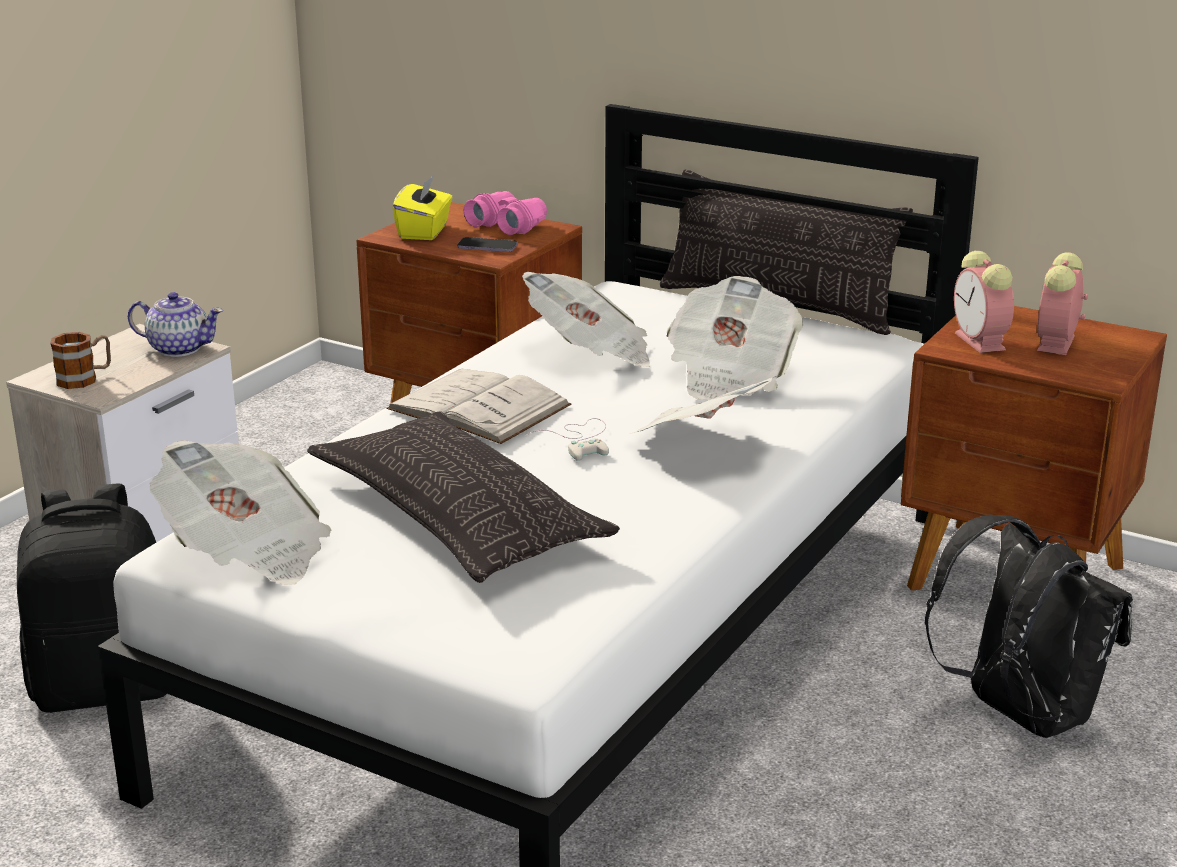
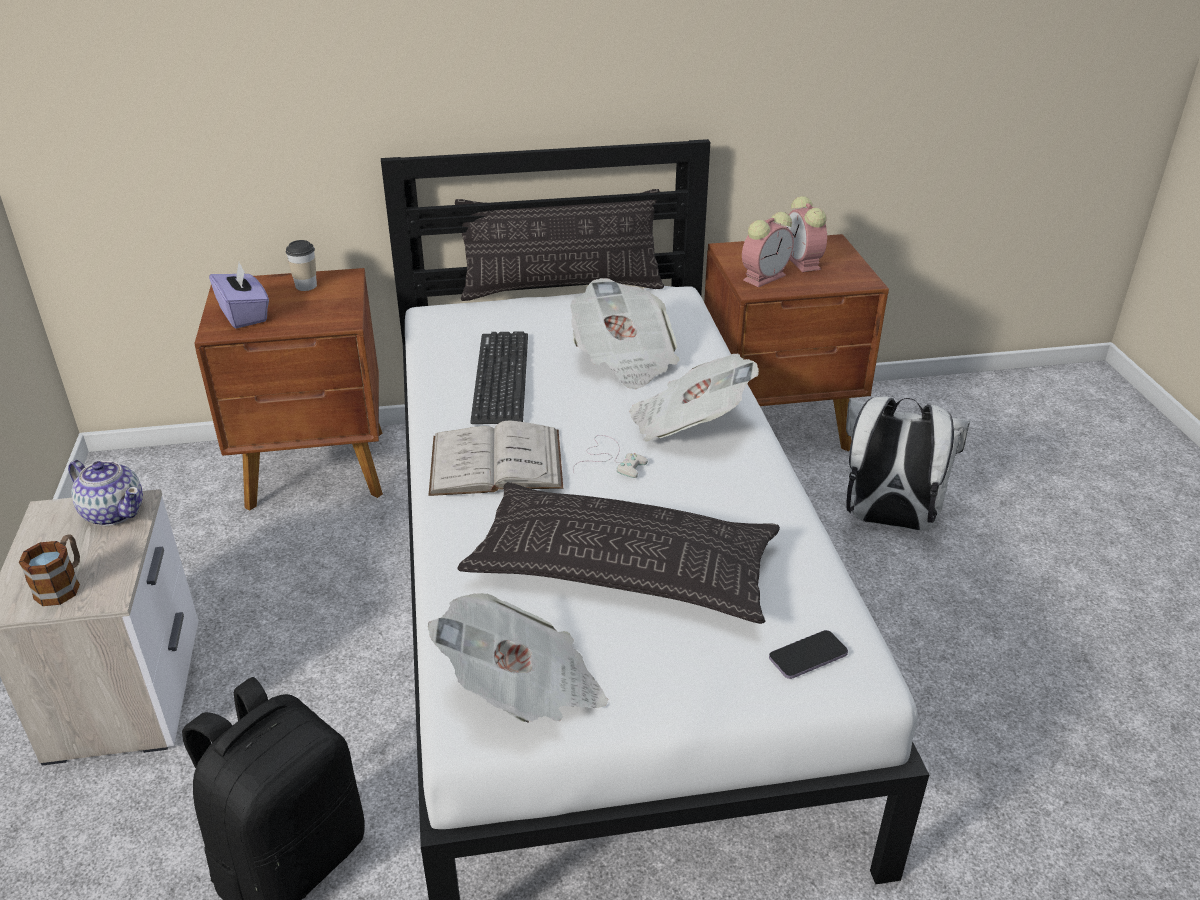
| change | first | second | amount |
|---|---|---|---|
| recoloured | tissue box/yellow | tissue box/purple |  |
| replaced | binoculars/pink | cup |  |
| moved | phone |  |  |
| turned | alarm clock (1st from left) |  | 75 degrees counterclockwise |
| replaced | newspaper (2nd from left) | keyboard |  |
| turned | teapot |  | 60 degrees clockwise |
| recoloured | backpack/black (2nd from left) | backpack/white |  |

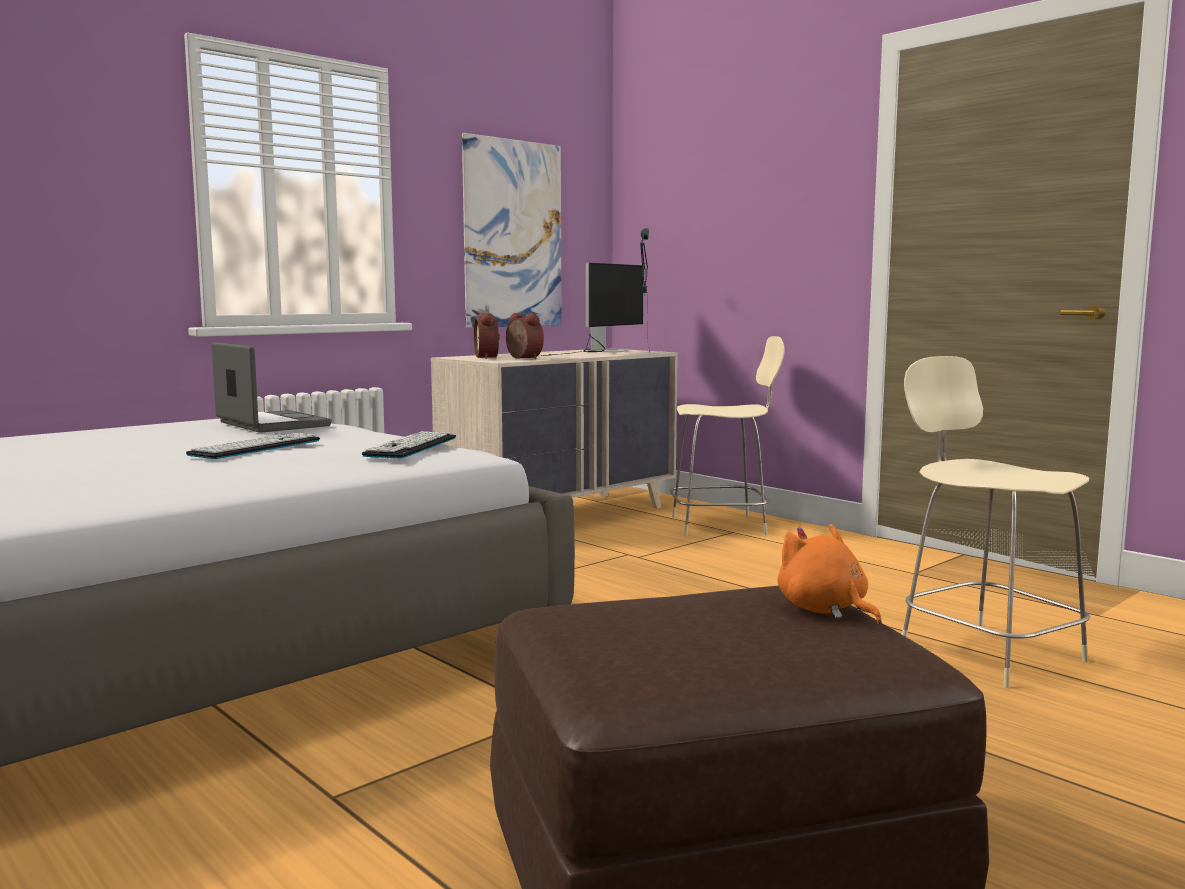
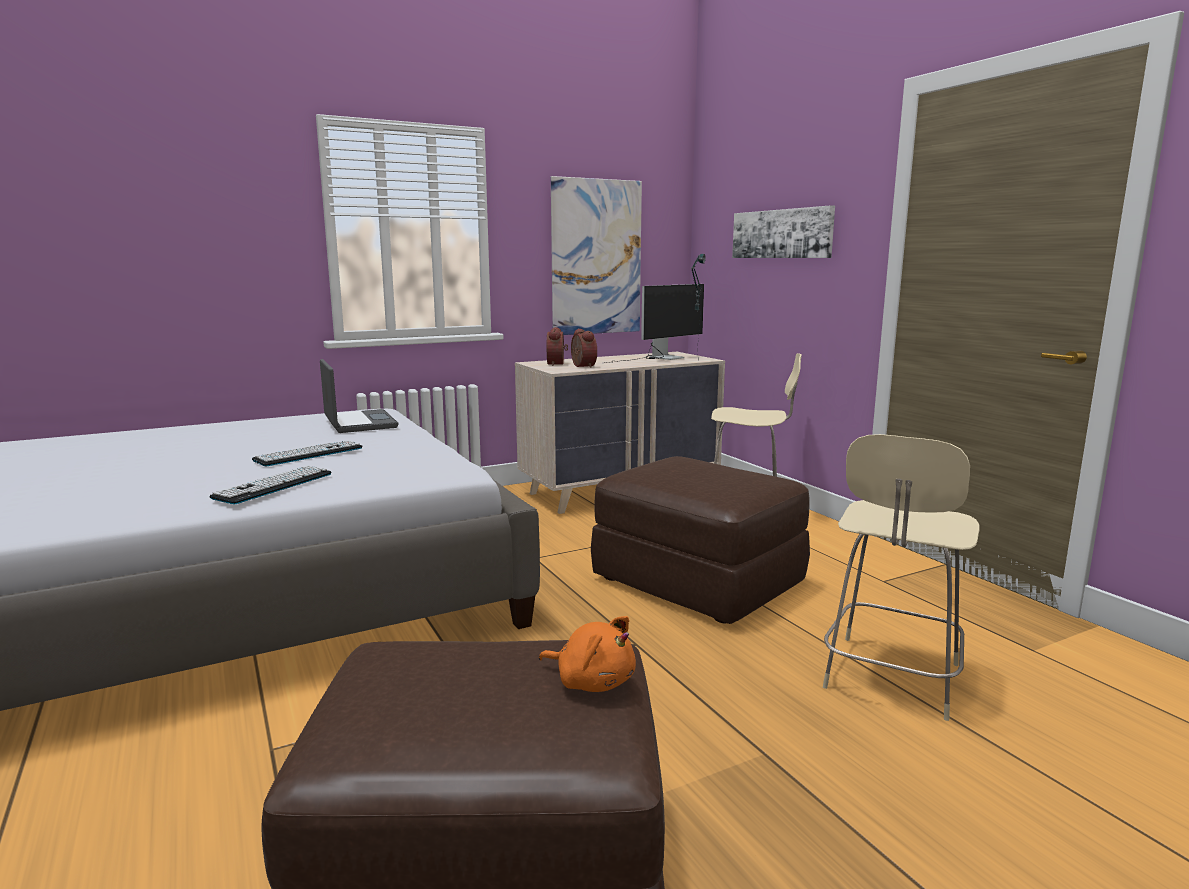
| change | first | second | amount |
|---|---|---|---|
| turned | chair/beige (2nd from left) |  | 135 degrees counterclockwise |
| moved | keyboard (2nd from left in the first image) | keyboard (1st from left) |  |
| turned | plush toy/orange |  | 135 degrees clockwise |
| added |  | picture (2nd from left) |  |
| added |  | ottoman/brown (2nd from left) |  |

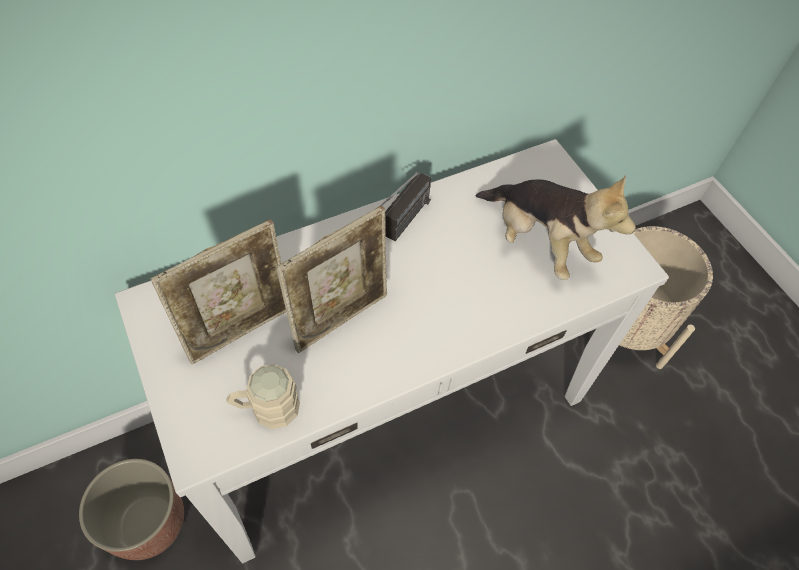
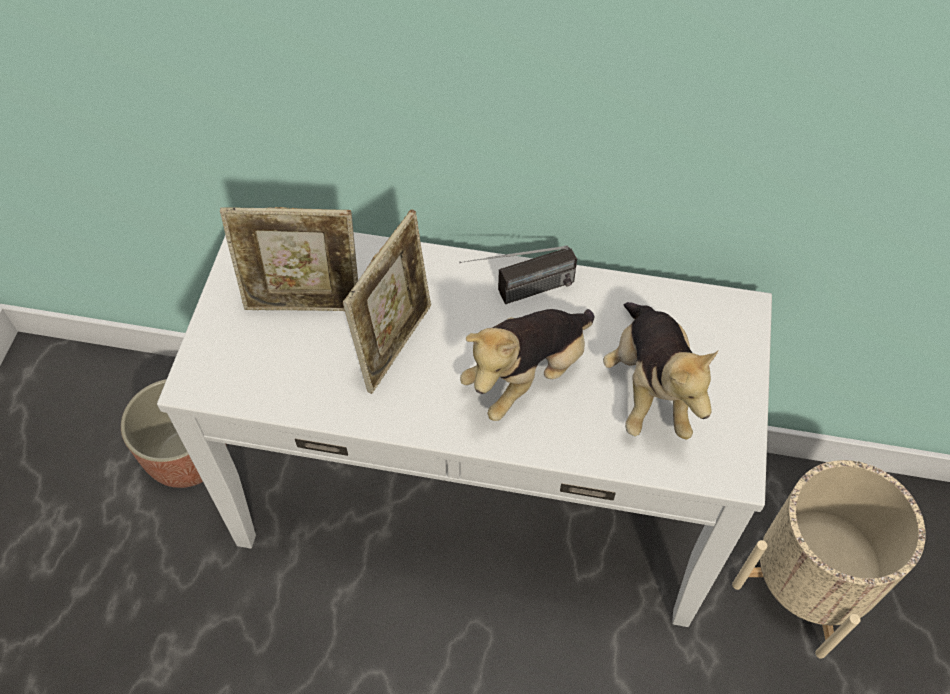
| change | first | second | amount |
|---|---|---|---|
| turned | picture frame (2nd from left) |  | 60 degrees counterclockwise |
| removed | mug/beige |  |  |
| added |  | plush toy (1st from left) |  |

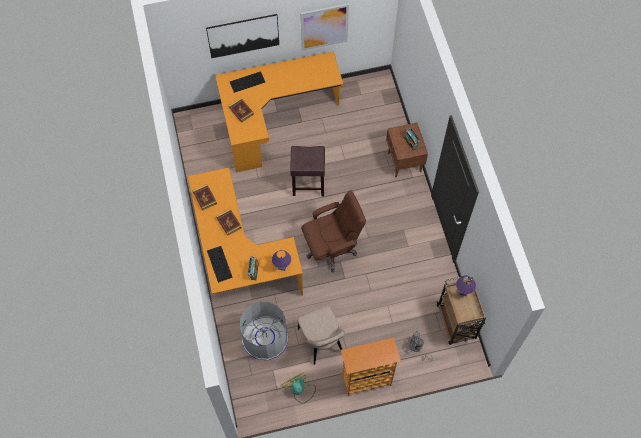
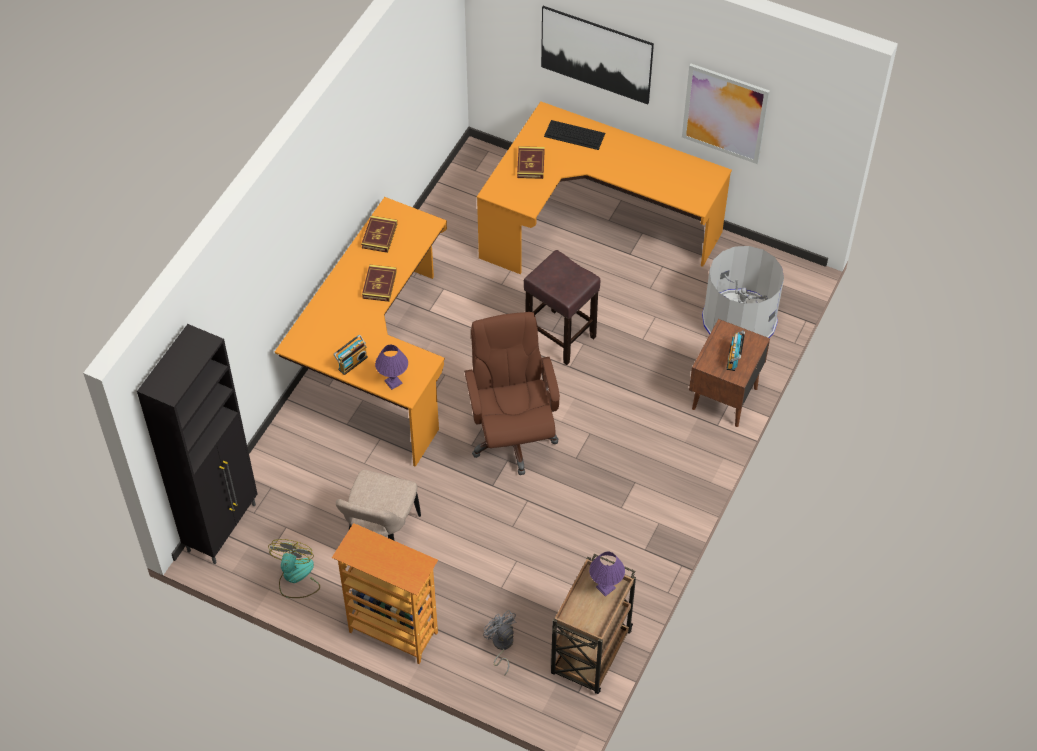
| change | first | second | amount |
|---|---|---|---|
| turned | office chair/brown |  | 120 degrees counterclockwise |
| removed | keyboard (1st from left) |  |  |
| moved | trash can/grey |  |  |
| added |  | cabinet/black |  |

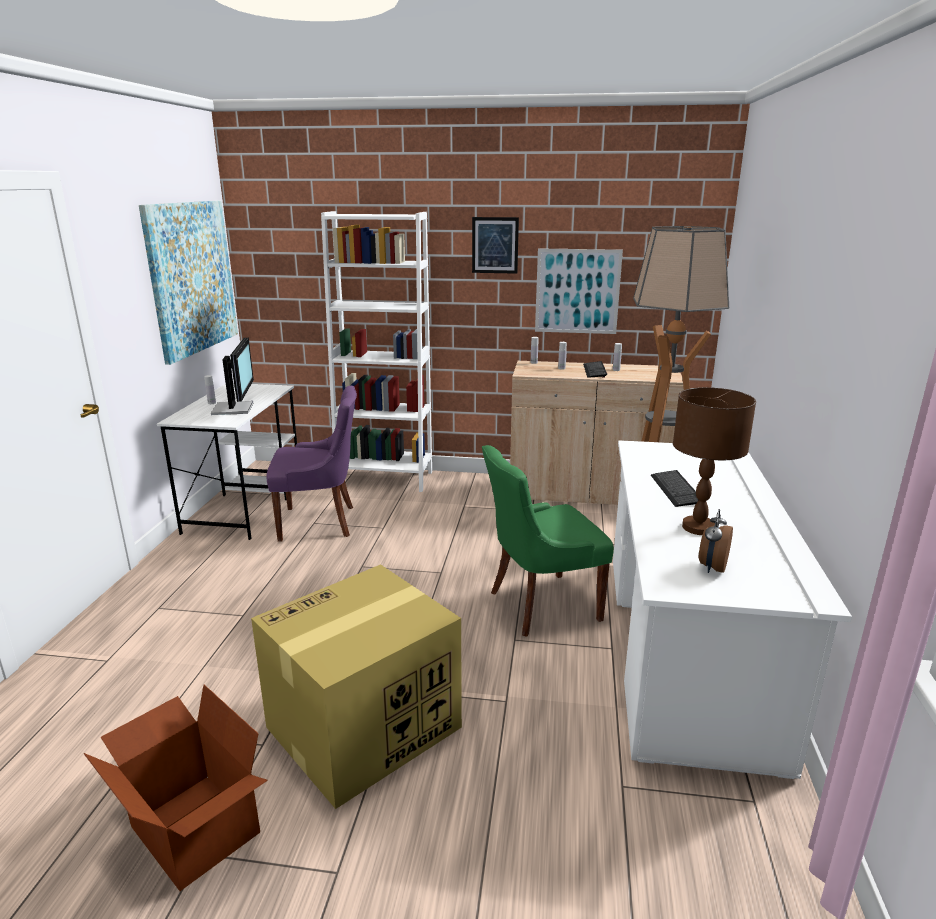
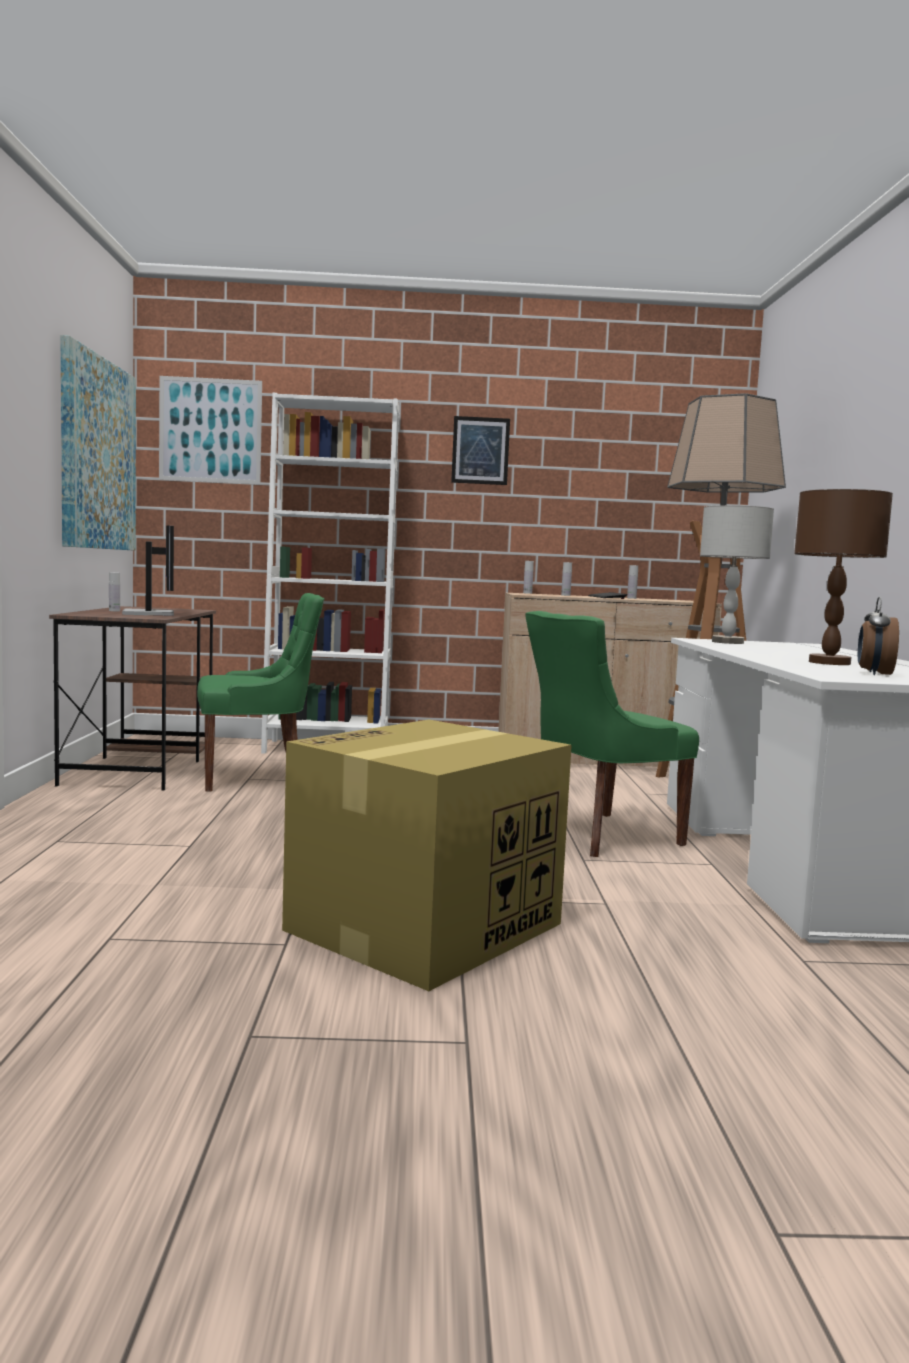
| change | first | second | amount |
|---|---|---|---|
| moved | picture (3rd from left in the first image) | picture (2nd from left) |  |
| recoloured | desk/white (1st from left) | desk/brown |  |
| recoloured | chair/purple | chair/green (1st from left) |  |
| removed | keyboard (2nd from left) |  |  |
| removed | cardboard box (1st from left) |  |  |
| added |  | table lamp/grey |  |

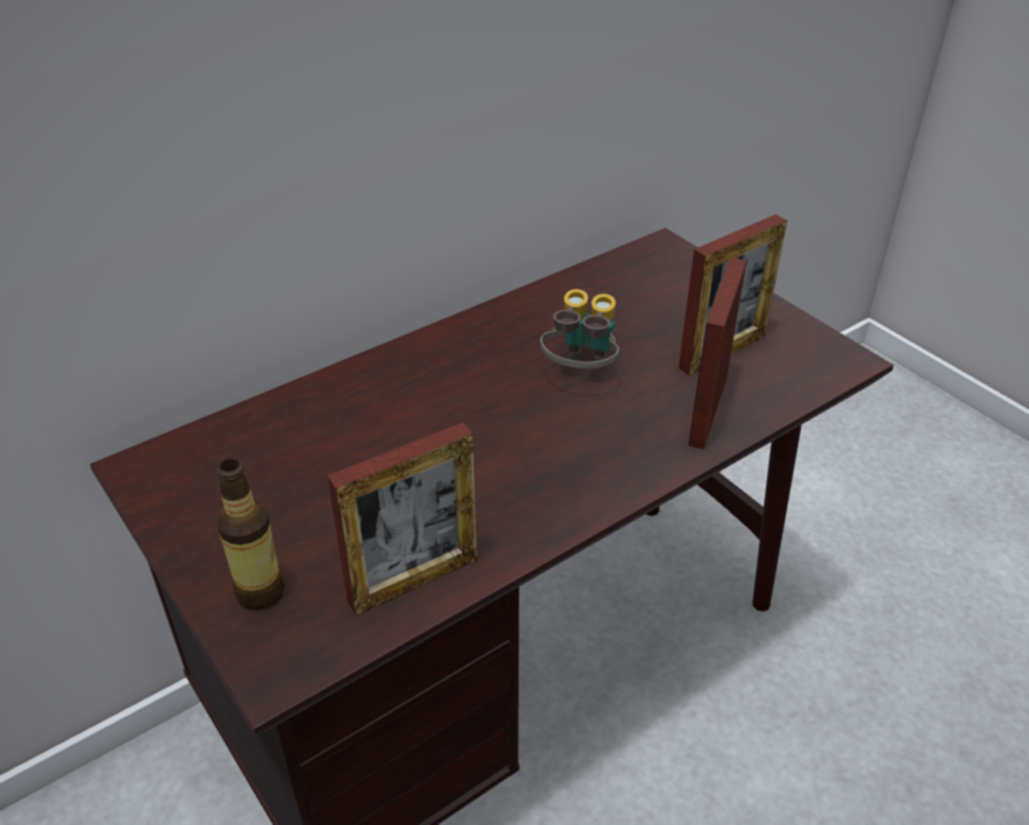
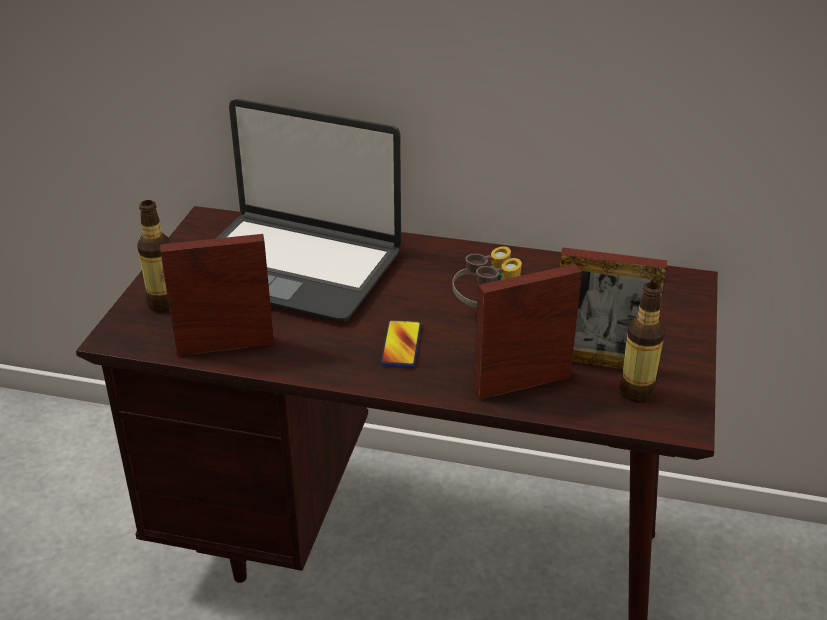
| change | first | second | amount |
|---|---|---|---|
| turned | picture frame (1st from left) |  | 150 degrees clockwise |
| added |  | laptop |  |
| added |  | bottle (2nd from left) |  |
| added |  | phone |  |

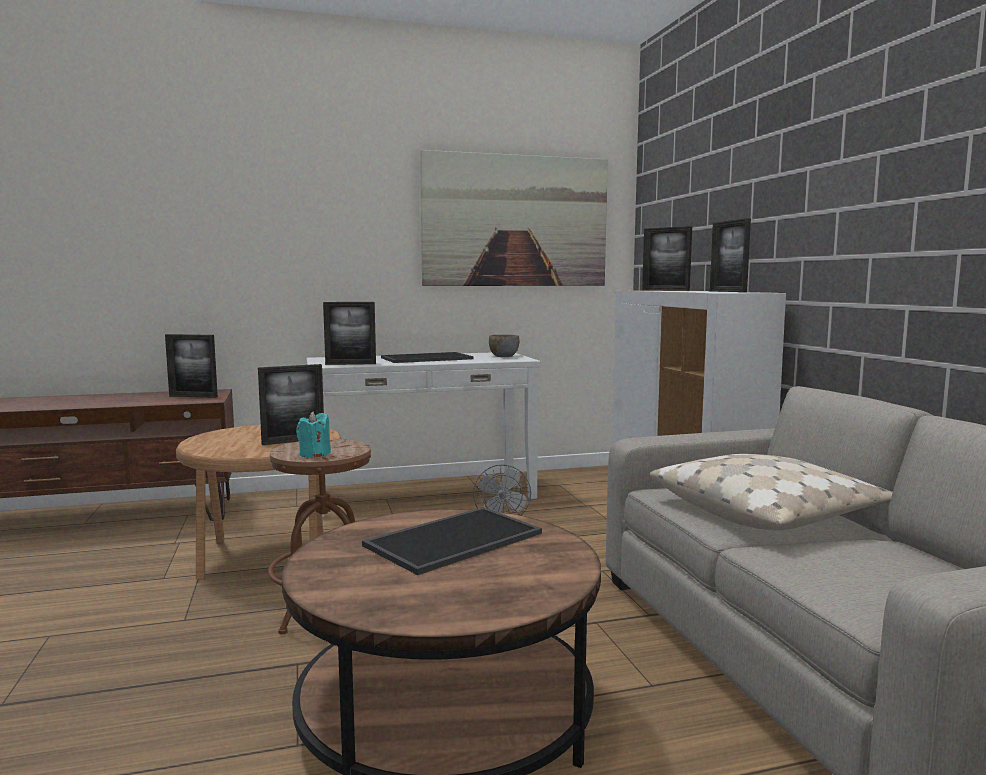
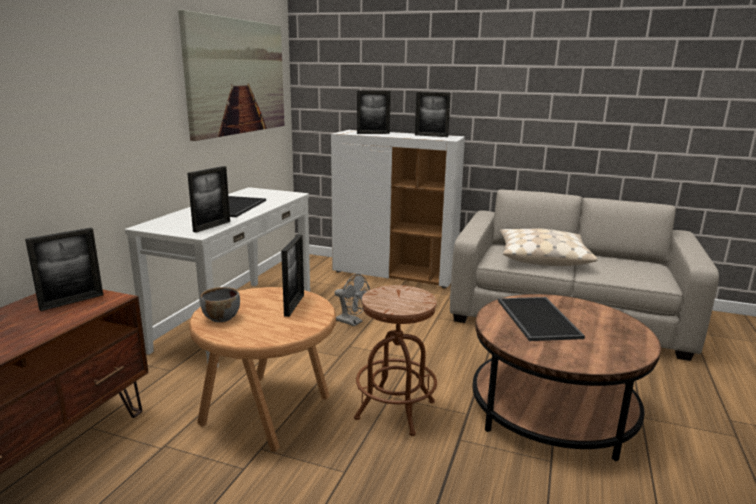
| change | first | second | amount |
|---|---|---|---|
| moved | bowl/grey |  |  |
| removed | candle/turquoise |  |  |

